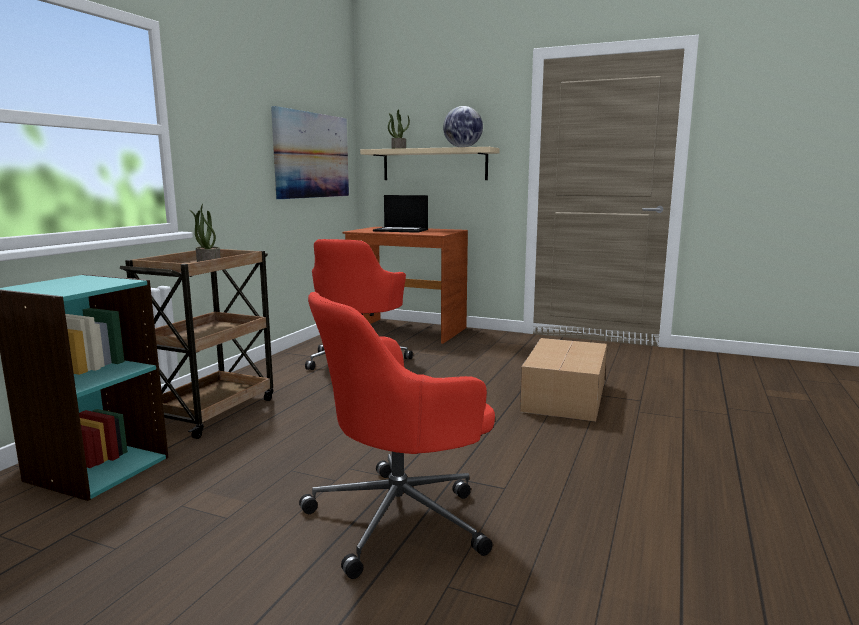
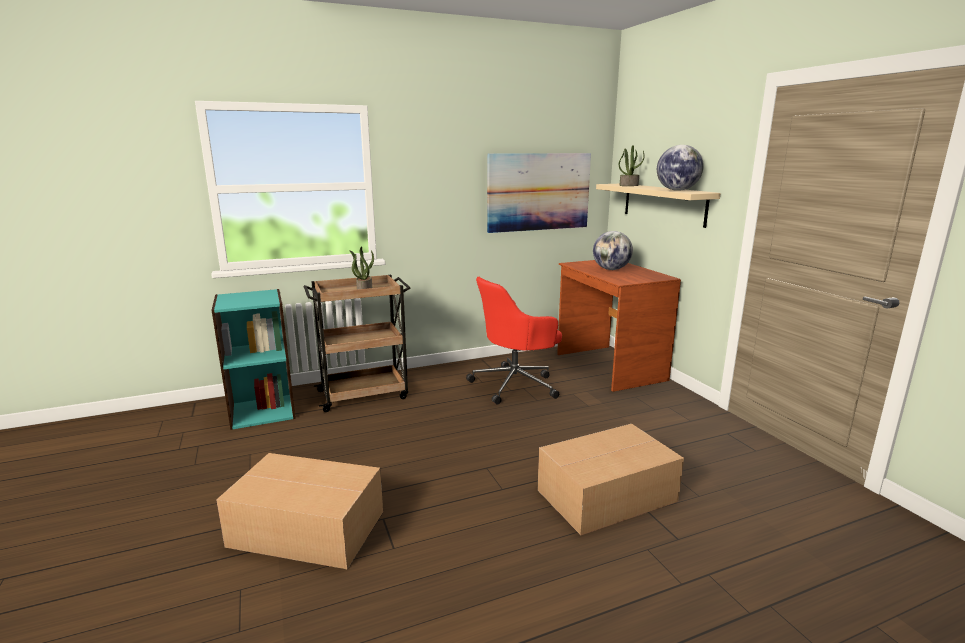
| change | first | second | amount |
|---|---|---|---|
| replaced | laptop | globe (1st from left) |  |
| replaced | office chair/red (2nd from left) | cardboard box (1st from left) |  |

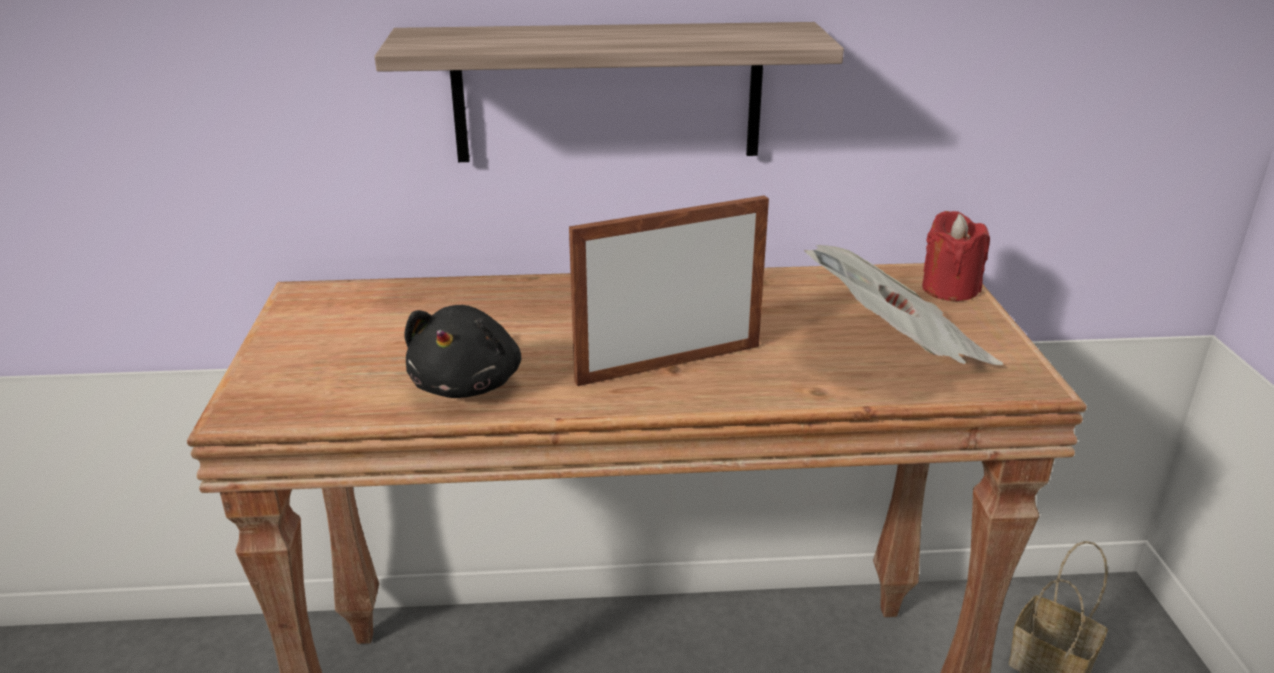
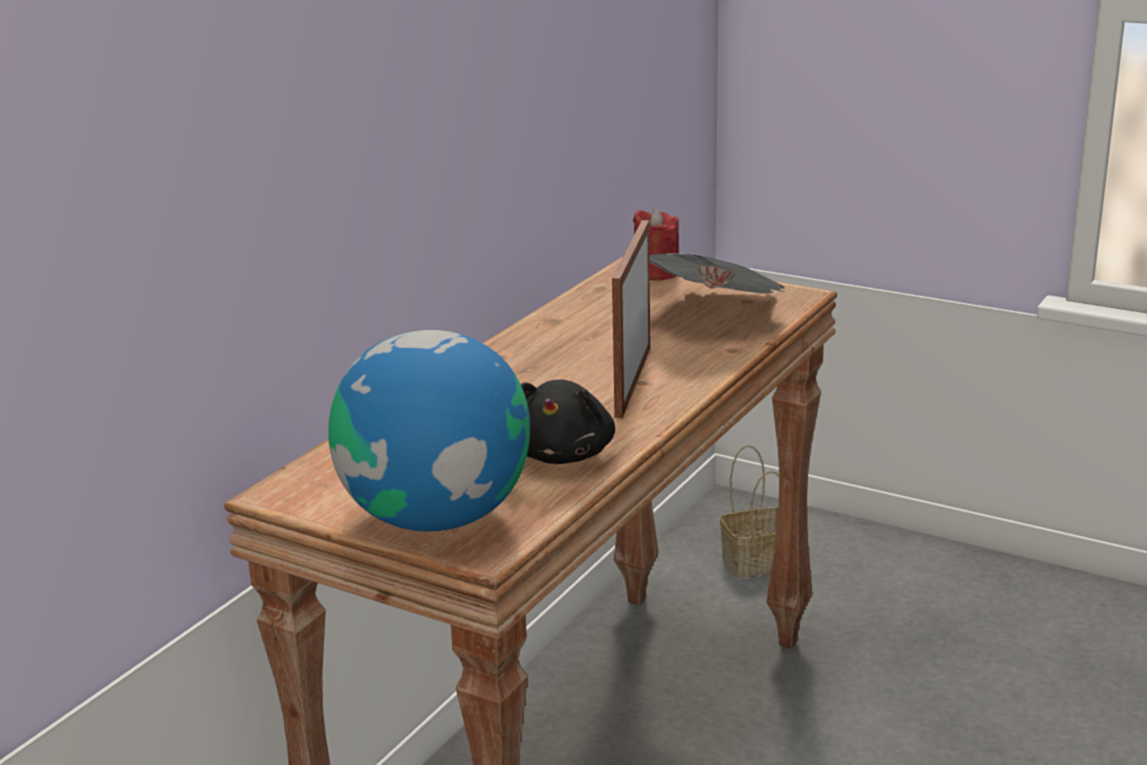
| change | first | second | amount |
|---|---|---|---|
| removed | shelf |  |  |
| turned | plush toy/black |  | 60 degrees clockwise |
| added |  | globe |  |

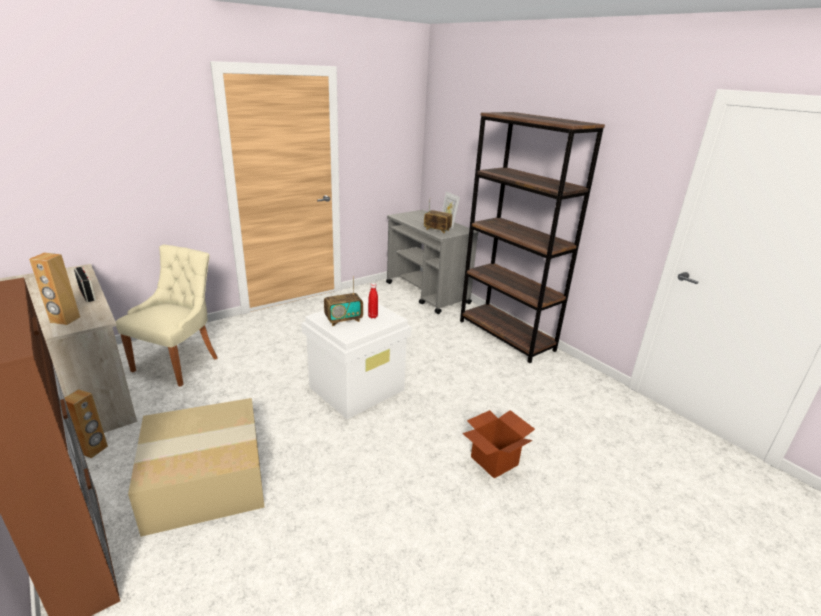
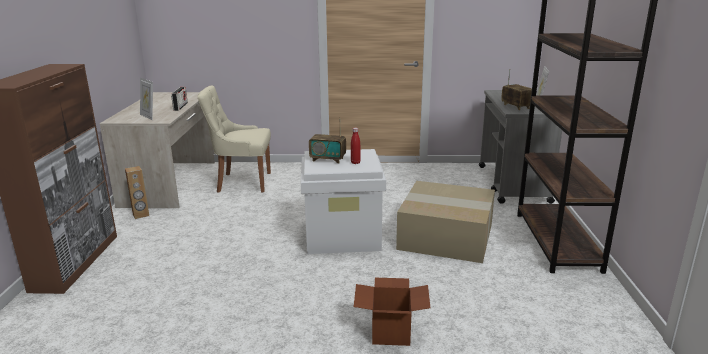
| change | first | second | amount |
|---|---|---|---|
| turned | chair/beige |  | 150 degrees counterclockwise |
| replaced | speaker/brown (1st from left) | picture frame (1st from left) |  |
| moved | cardboard box (1st from left in the first image) | cardboard box (2nd from left) |  |

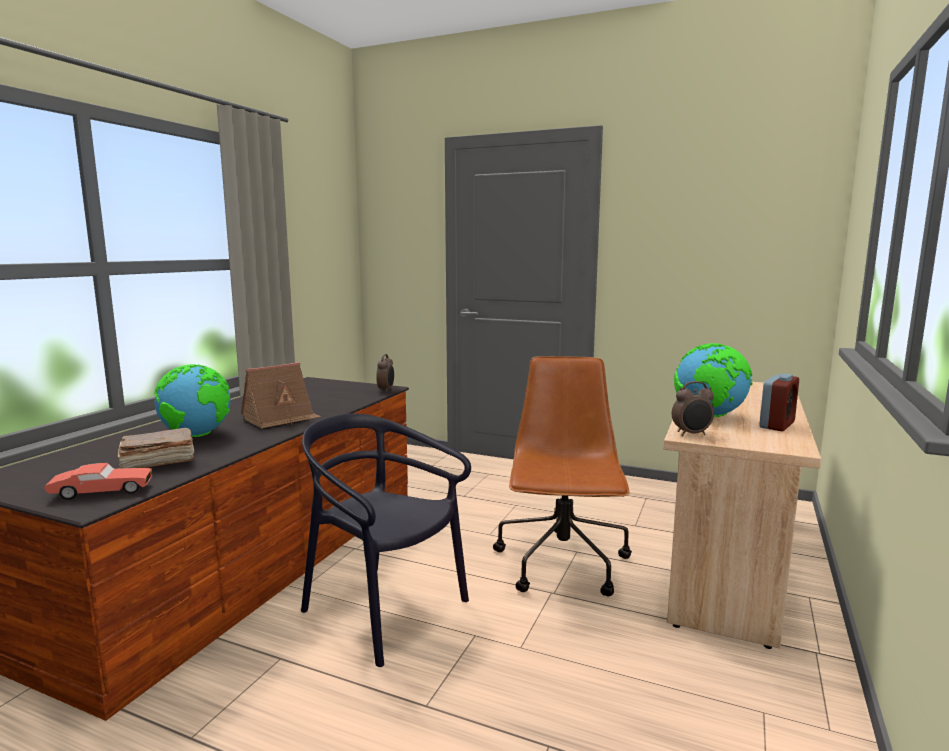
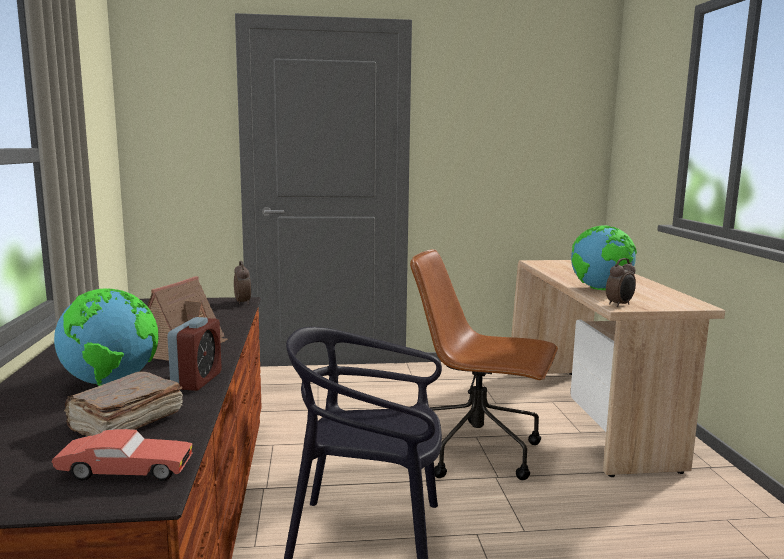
| change | first | second | amount |
|---|---|---|---|
| turned | office chair/brown |  | 45 degrees counterclockwise |
| moved | alarm clock (3rd from left in the first image) | alarm clock (1st from left) |  |
| turned | toy car/red |  | 45 degrees clockwise |

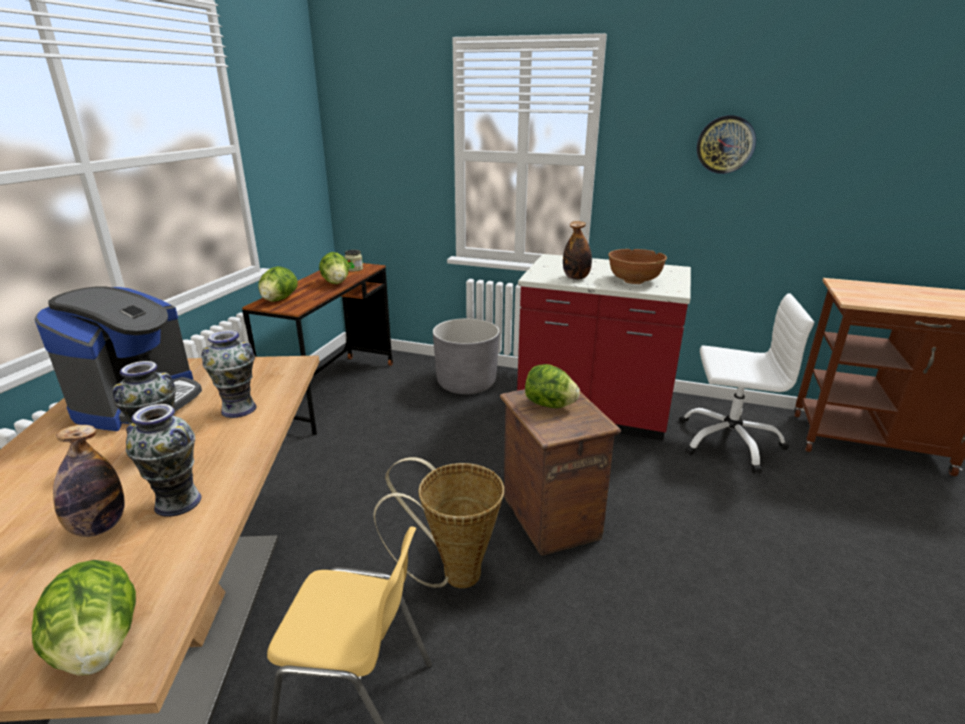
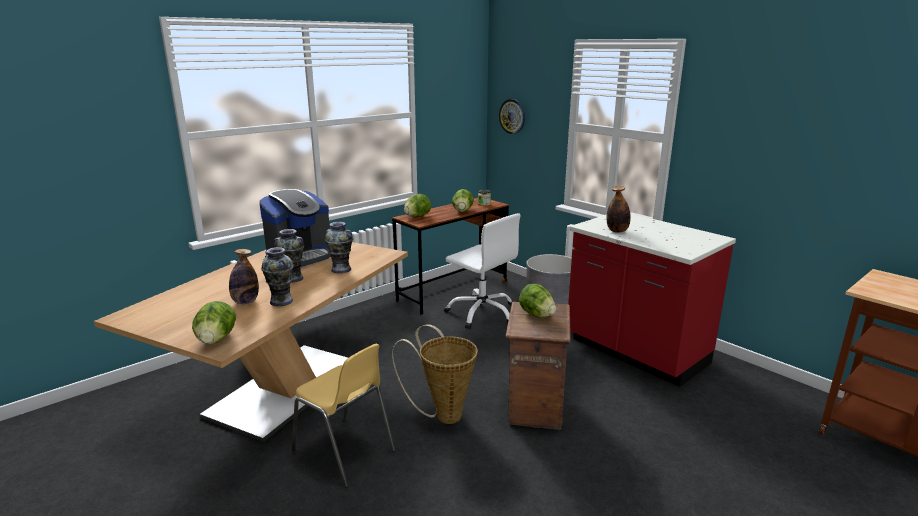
| change | first | second | amount |
|---|---|---|---|
| moved | wall clock |  |  |
| removed | bowl/brown |  |  |
| moved | office chair/white |  |  |

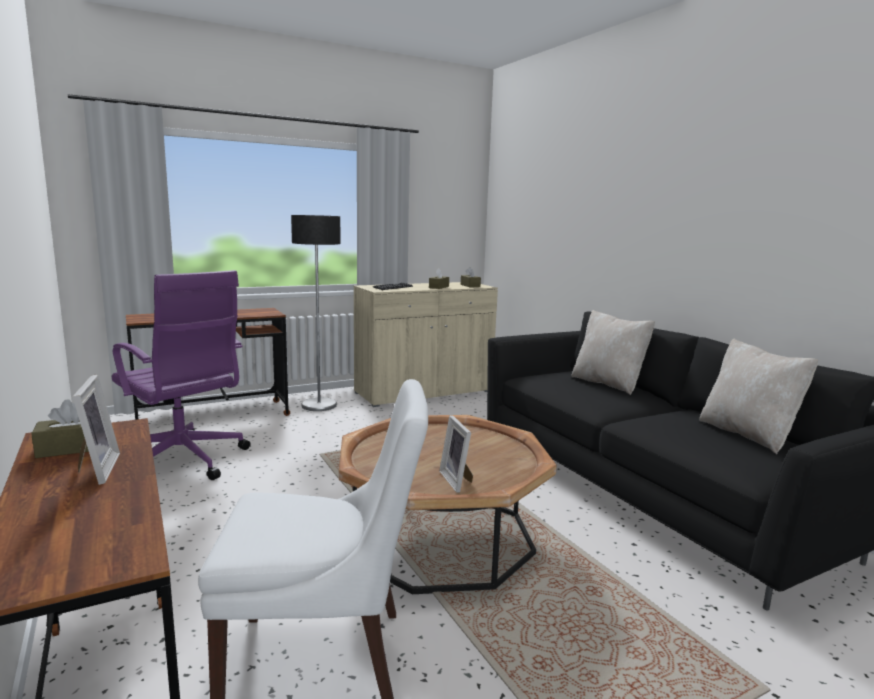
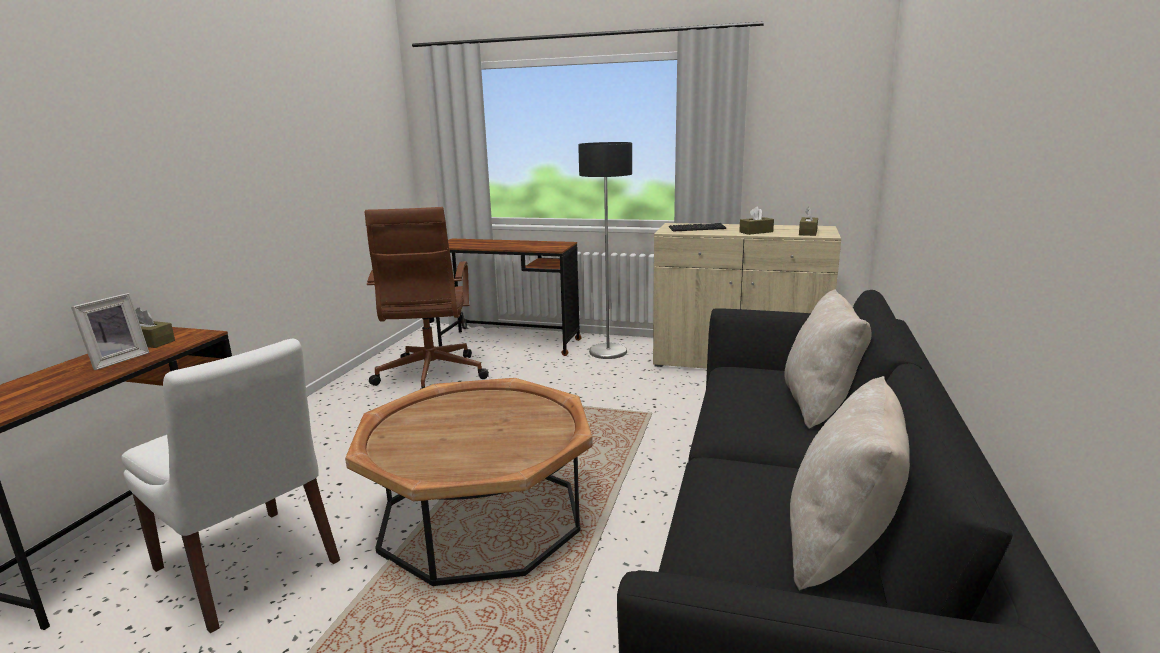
| change | first | second | amount |
|---|---|---|---|
| recoloured | office chair/purple | office chair/brown |  |
| removed | picture frame (2nd from left) |  |  |

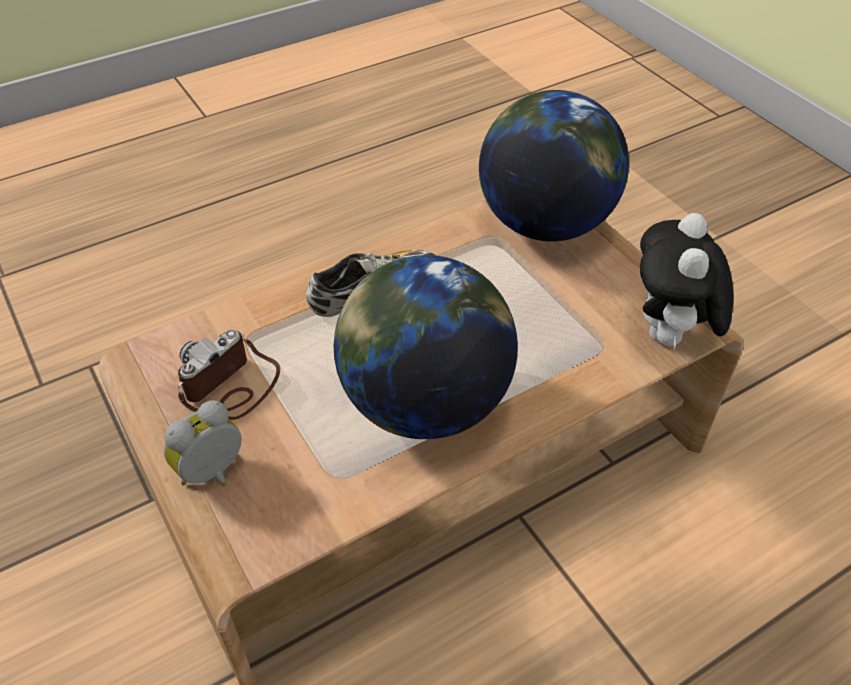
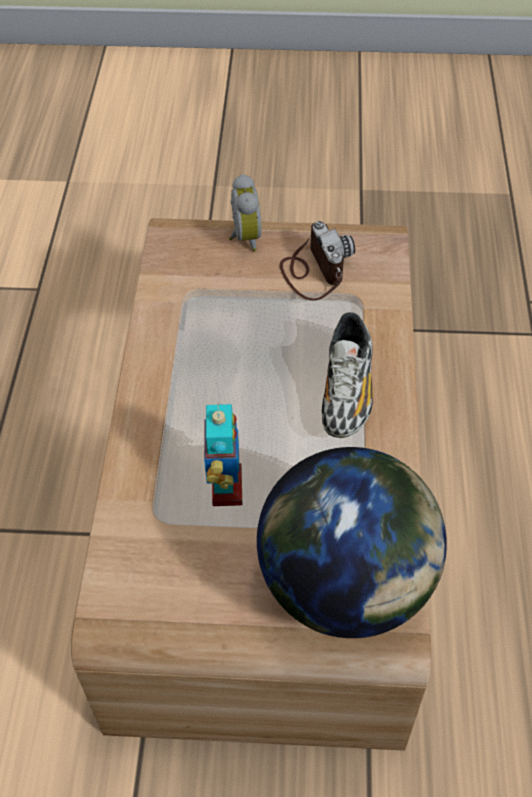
| change | first | second | amount |
|---|---|---|---|
| removed | plush toy |  |  |
| removed | globe (1st from left) |  |  |
| added |  | toy robot |  |

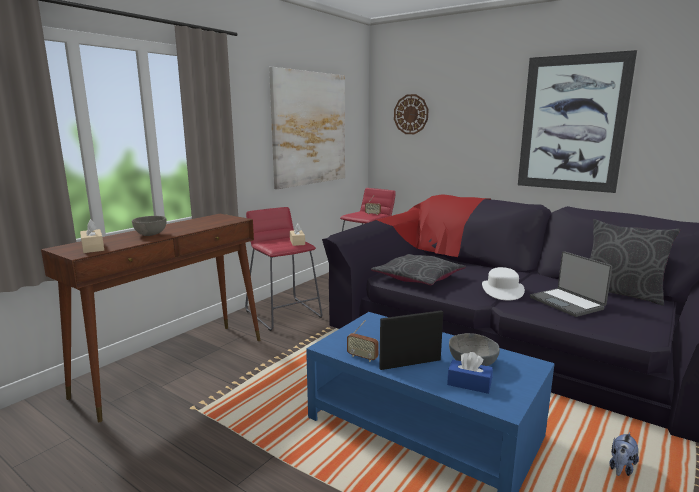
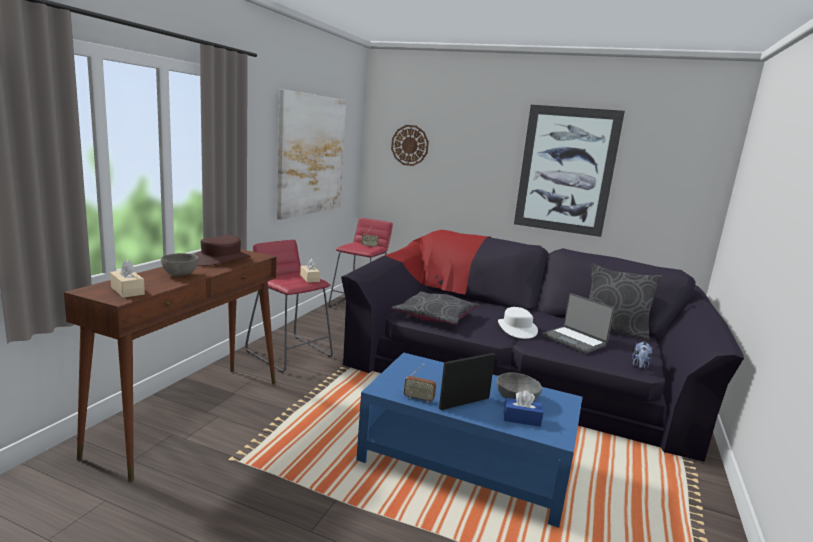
| change | first | second | amount |
|---|---|---|---|
| moved | plush toy |  |  |
| added |  | hat/brown |  |

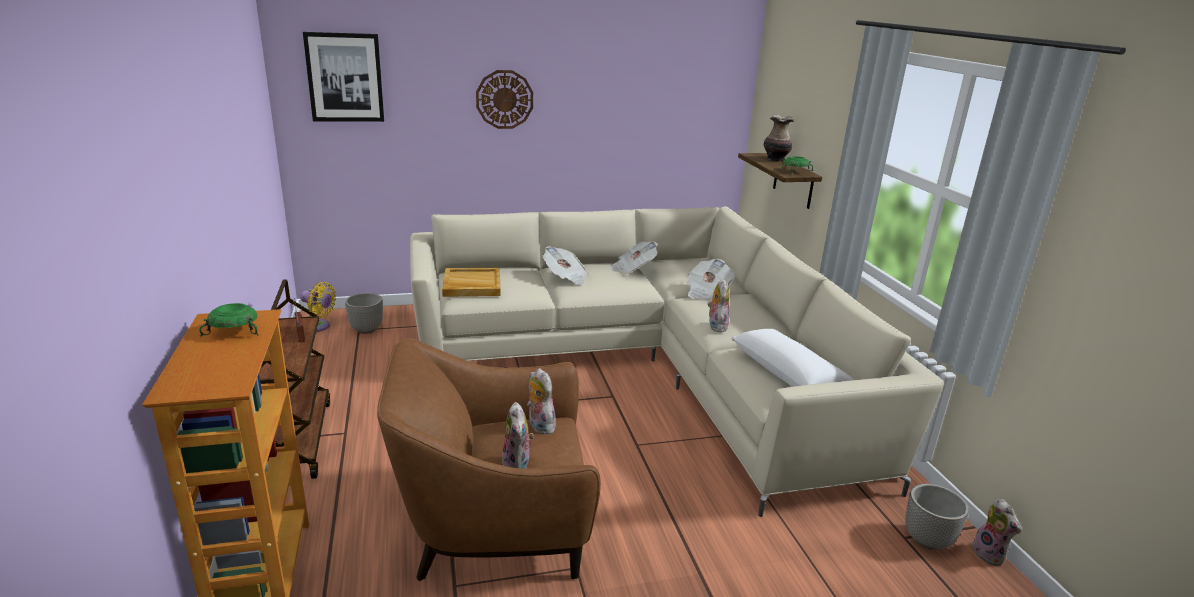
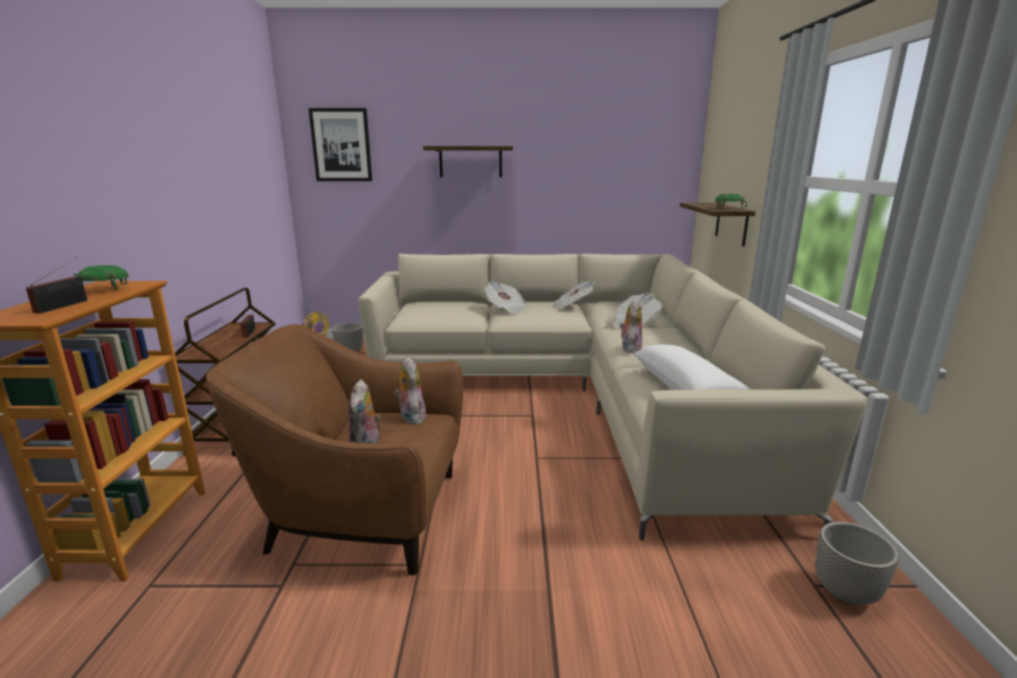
| change | first | second | amount |
|---|---|---|---|
| replaced | wall clock | shelf (1st from left) |  |
| removed | vase |  |  |
| removed | tray/beige |  |  |
| removed | plush toy (4th from left) |  |  |
| added |  | radio (1st from left) |  |

